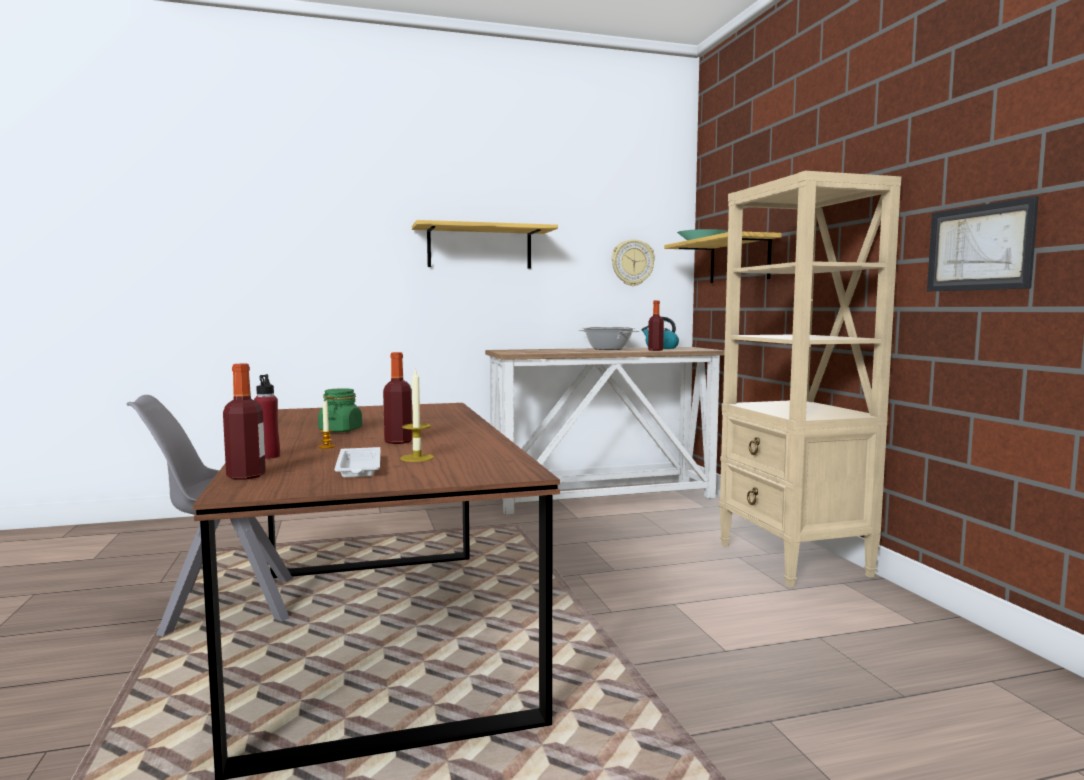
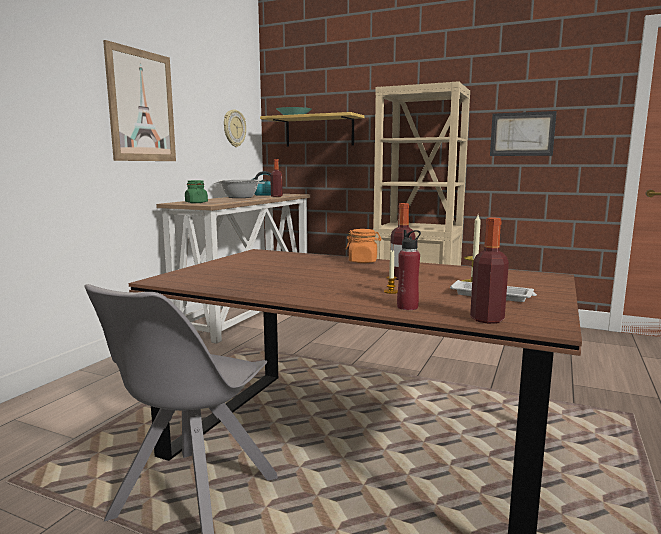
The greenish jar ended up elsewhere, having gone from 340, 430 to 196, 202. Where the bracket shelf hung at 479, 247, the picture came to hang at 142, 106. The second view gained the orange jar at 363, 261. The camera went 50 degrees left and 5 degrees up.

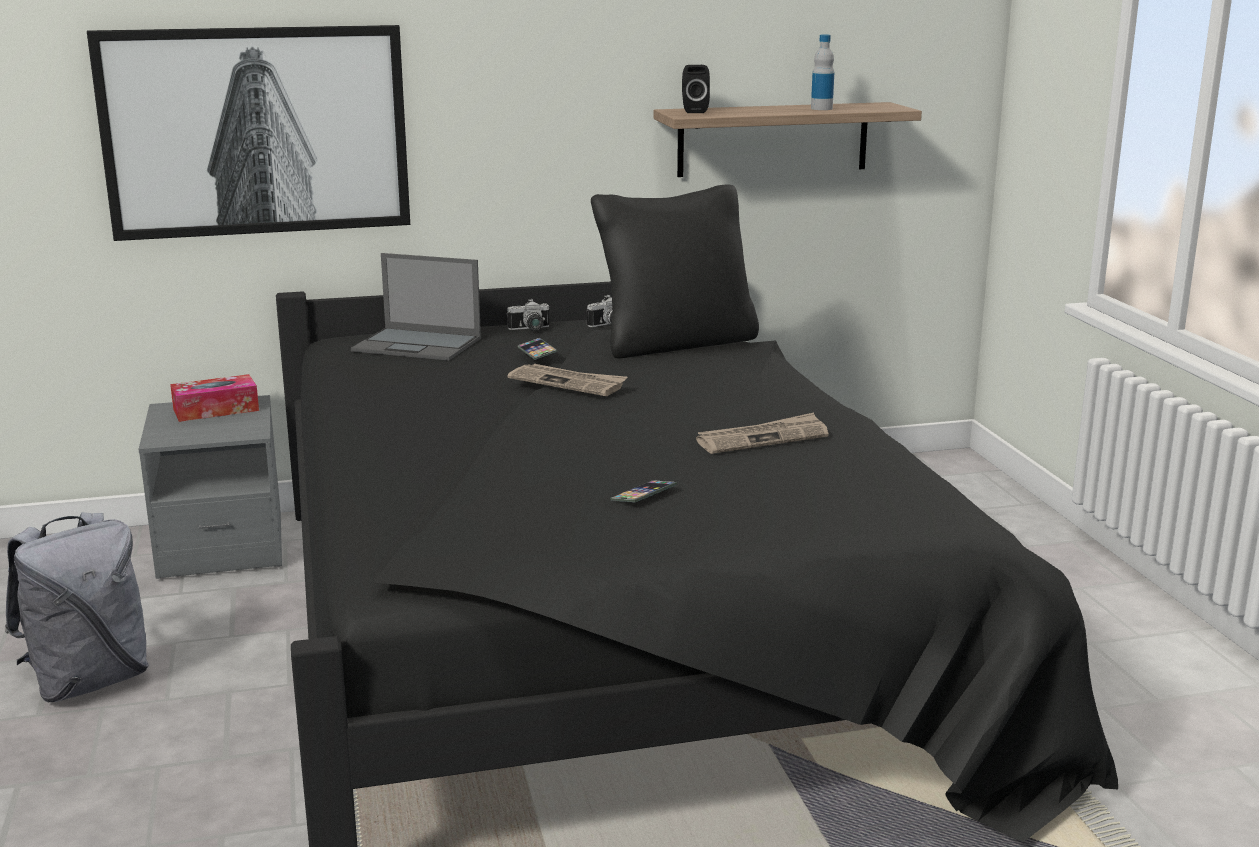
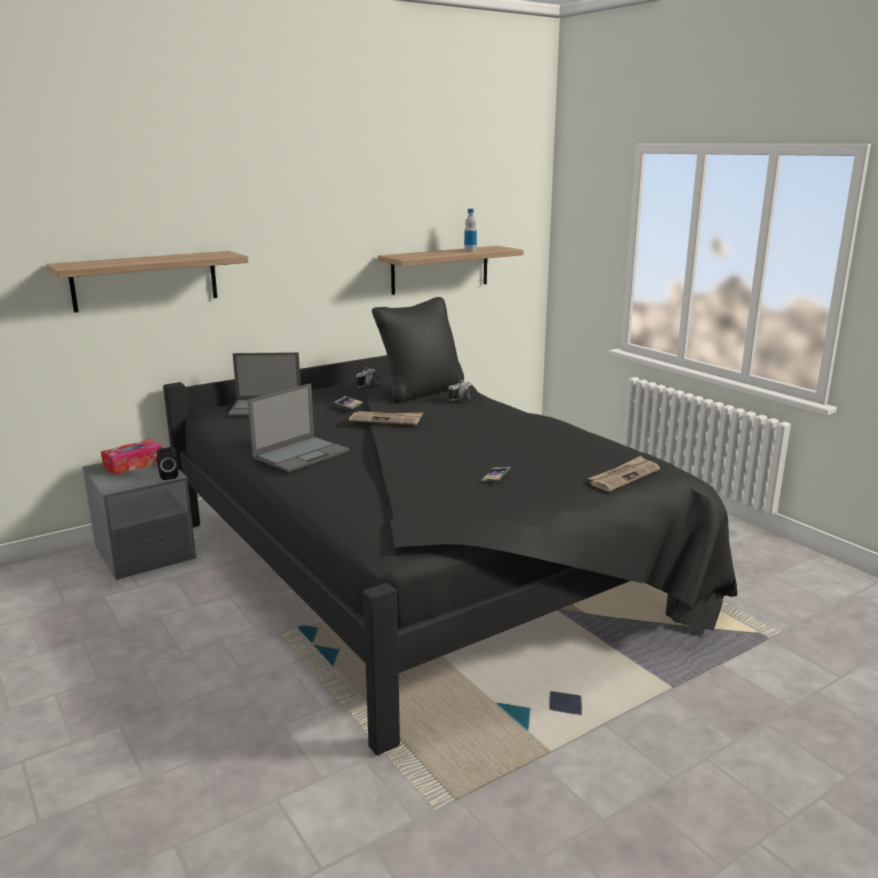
The second view lost the greyish knapsack at 89, 681. Where the picture hung at 256, 131, the bracket shelf came to hang at 145, 281. The photo camera ended up elsewhere, having gone from 530, 329 to 463, 399. The black audio speaker ended up elsewhere, having gone from 694, 111 to 168, 476. The newspaper ended up elsewhere, having gone from 762, 438 to 624, 476. The second view gained the portable computer at 301, 454. The camera went 20 degrees left and 0 degrees up.

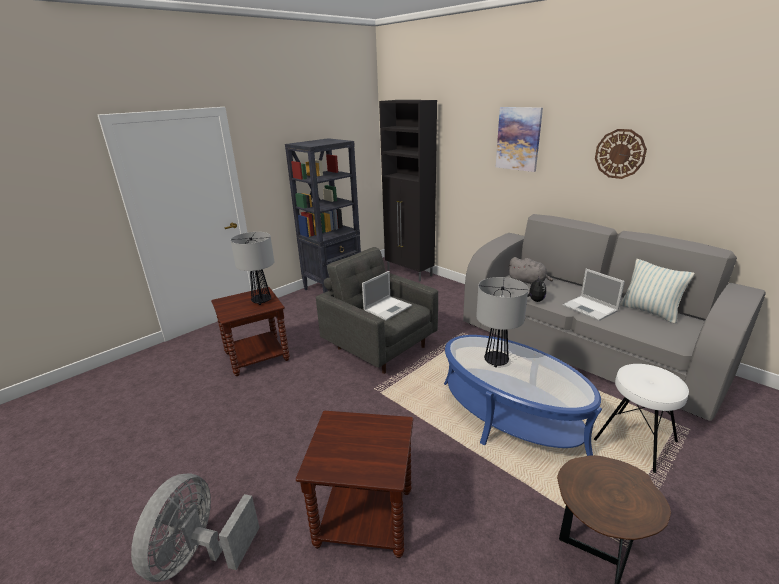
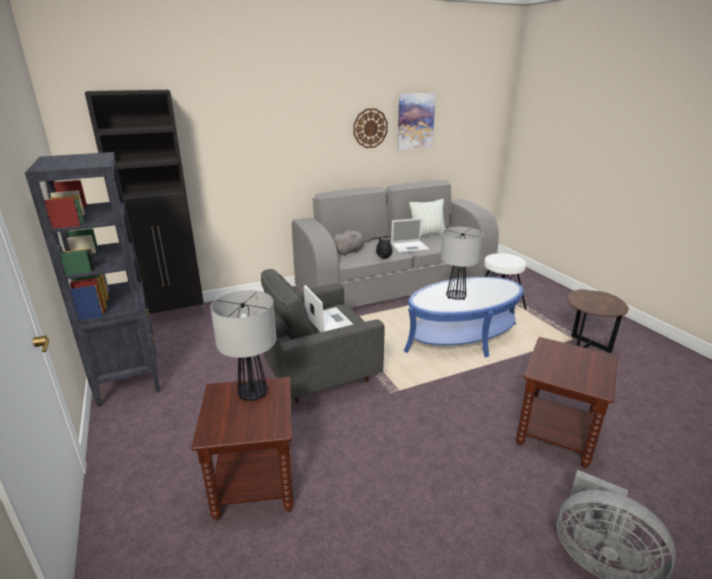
The picture ended up elsewhere, having gone from 518, 139 to 415, 121. The camera went 70 degrees left and 0 degrees up.

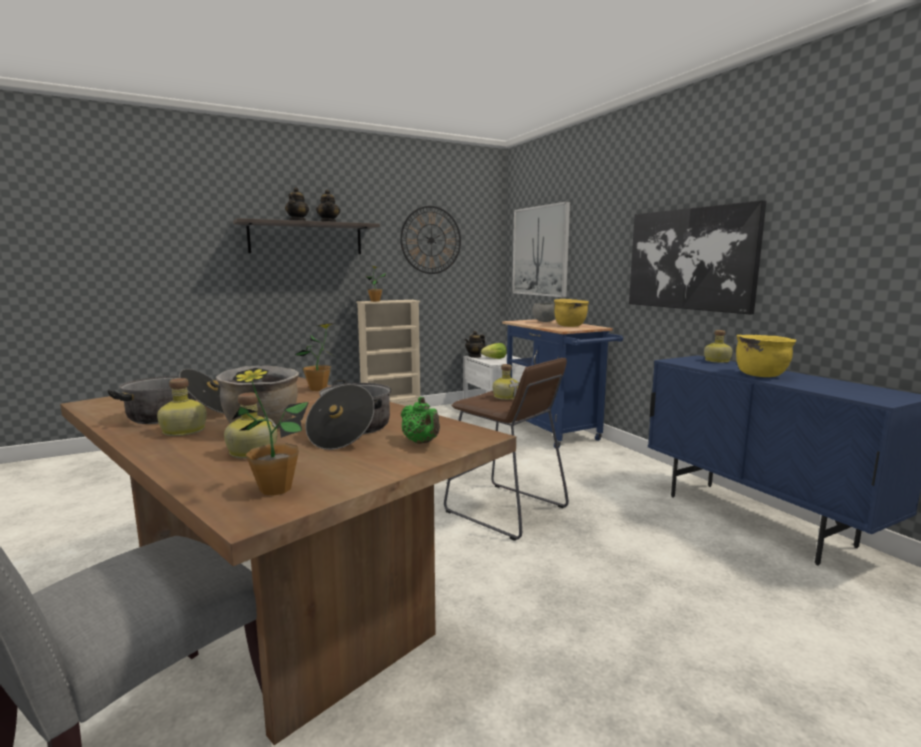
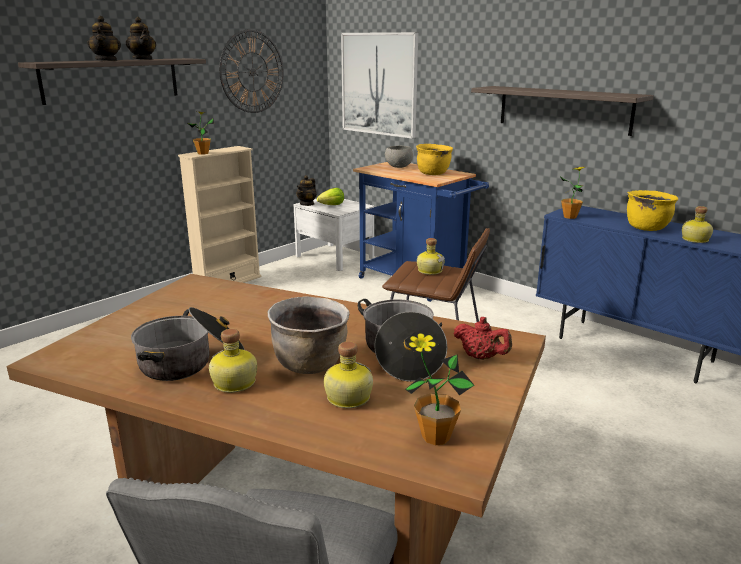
The potted plant ended up elsewhere, having gone from 318, 389 to 570, 217. What was the greenish teapot at 421, 442 turned into the red teapot at 481, 357. Where the picture hung at 690, 259, the bracket shelf came to hang at 564, 109. The drink bottle ended up elsewhere, having gone from 717, 361 to 695, 240. The camera went 20 degrees left and 10 degrees up.

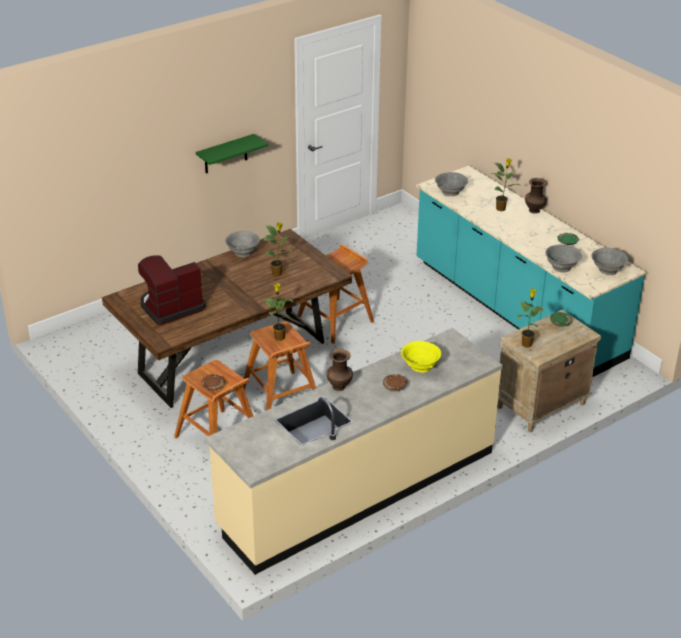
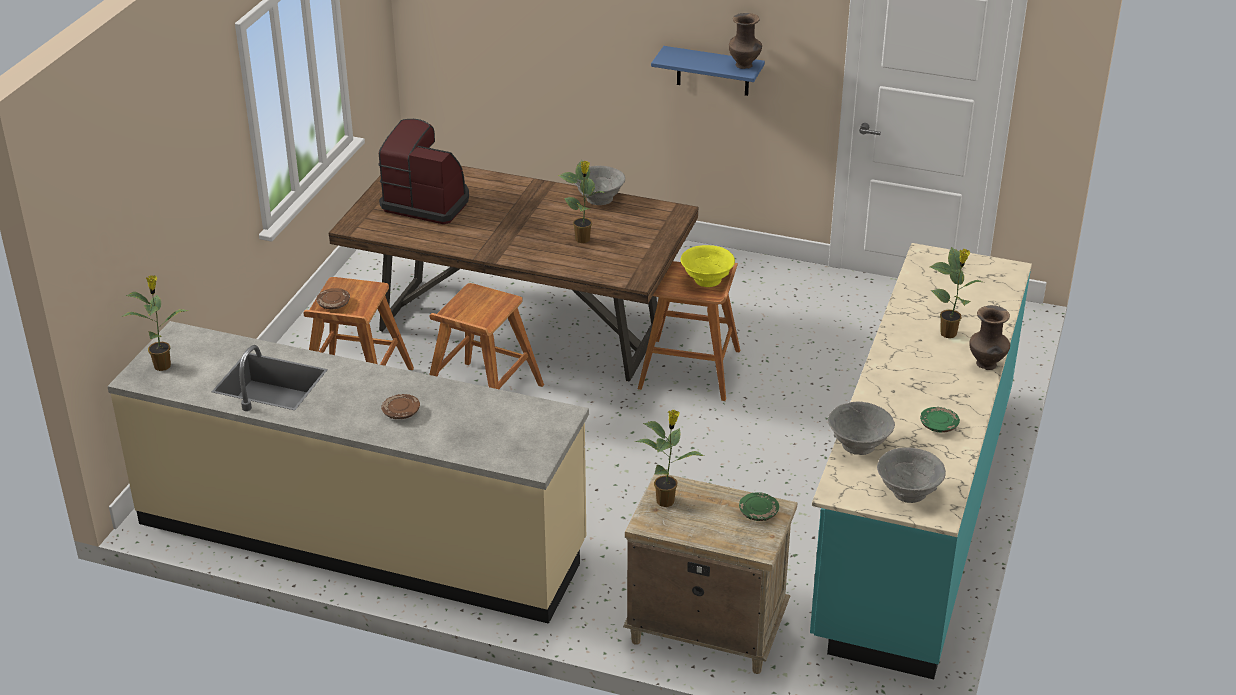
What was the greenish bracket shelf at 225, 154 turned into the blue bracket shelf at 713, 71. The potted plant ended up elsewhere, having gone from 279, 337 to 163, 365. The brown flower vase ended up elsewhere, having gone from 339, 387 to 744, 65. The yellow bowl ended up elsewhere, having gone from 420, 367 to 707, 280. The second view lost the greyish bowl at 450, 193. The camera went 55 degrees right and 0 degrees up.

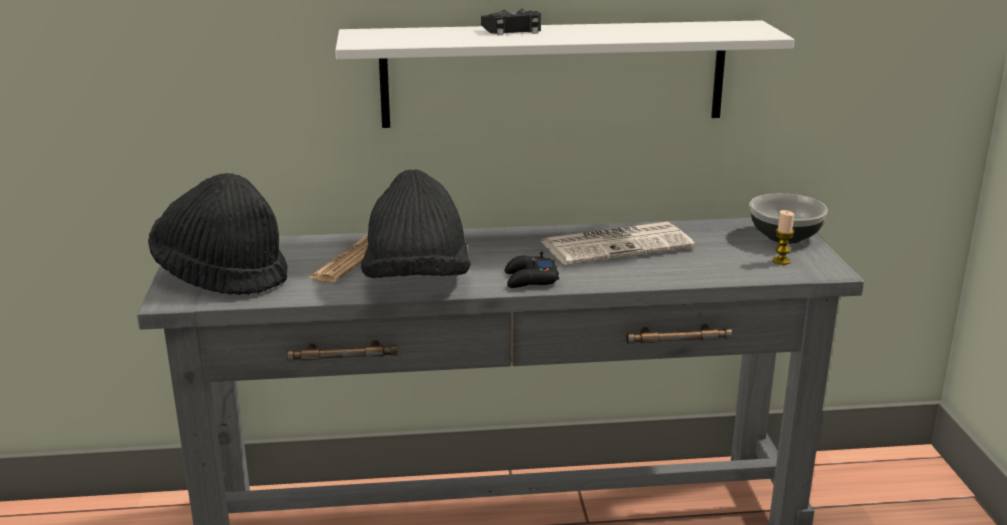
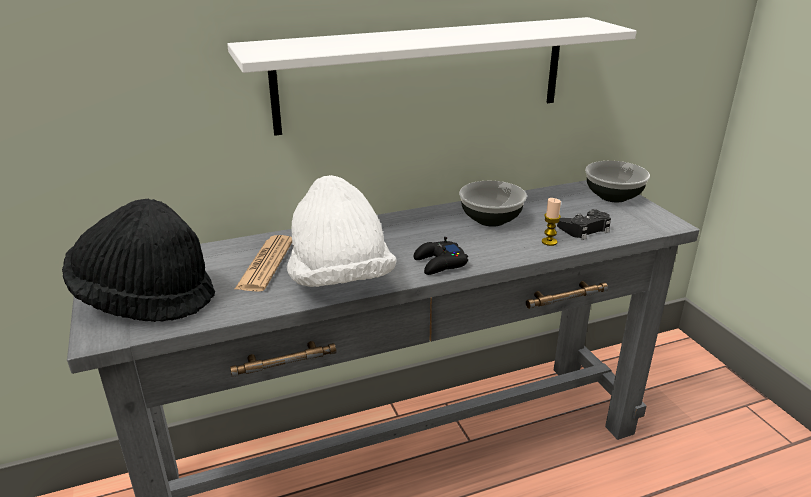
What was the black wearable hat at 416, 282 turned into the whitish wearable hat at 340, 280. The black joypad ended up elsewhere, having gone from 513, 30 to 585, 229. Where the newspaper stood at 617, 245, the bowl came to stand at 491, 219. The candle ended up elsewhere, having gone from 781, 261 to 549, 242. The camera went 15 degrees left and 5 degrees up.

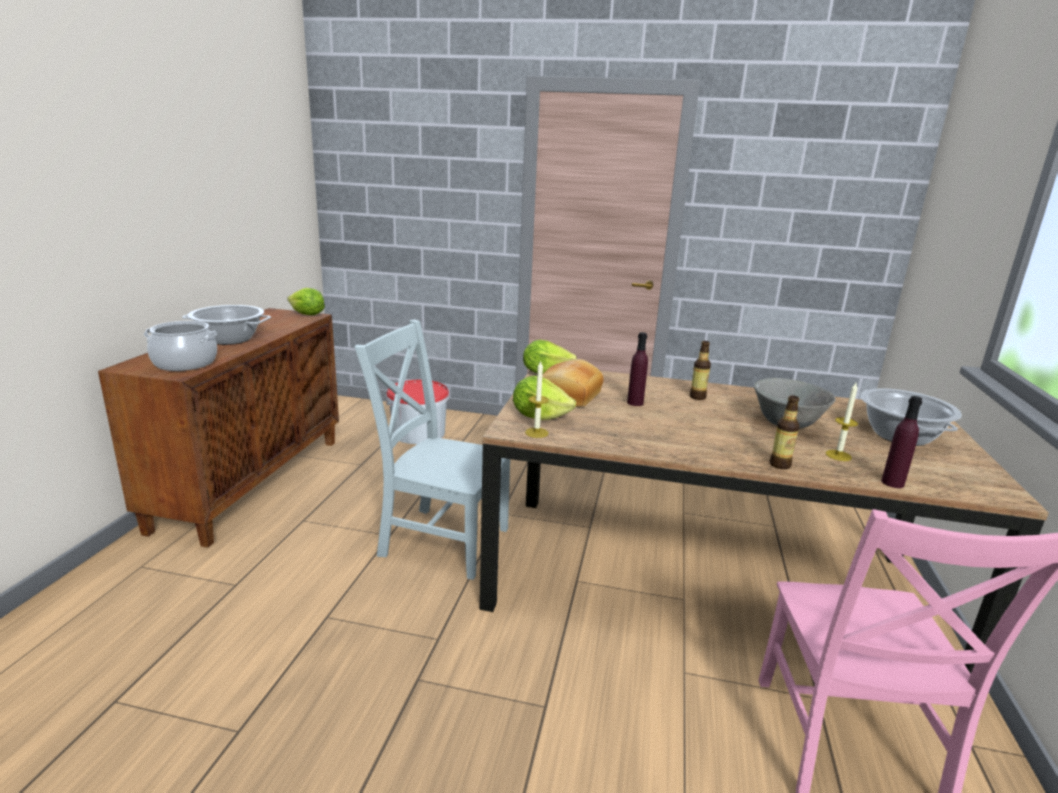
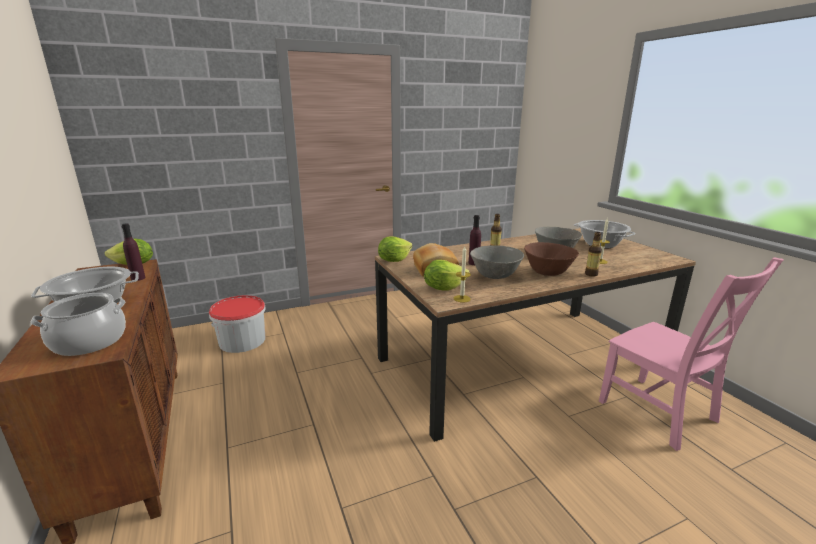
The second view lost the greyish plain chair at 440, 540. The purple-coloured drink bottle ended up elsewhere, having gone from 892, 483 to 138, 278. The second view gained the greyish bowl at 495, 277. The second view gained the brown bowl at 547, 273. The camera went 35 degrees left and 0 degrees up.

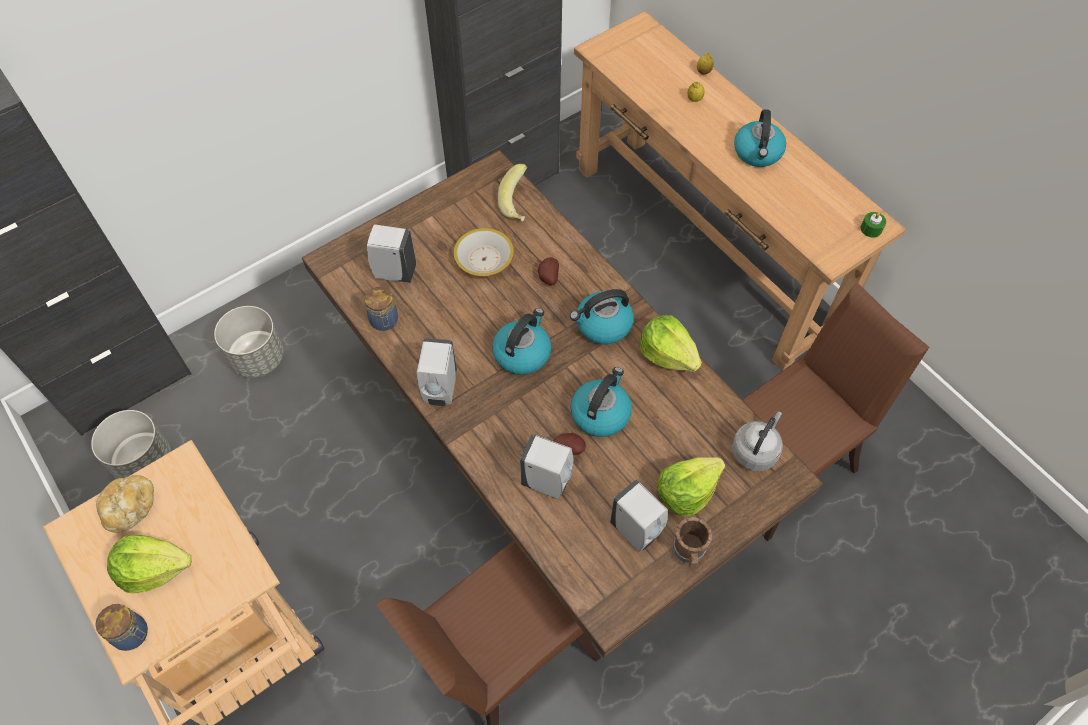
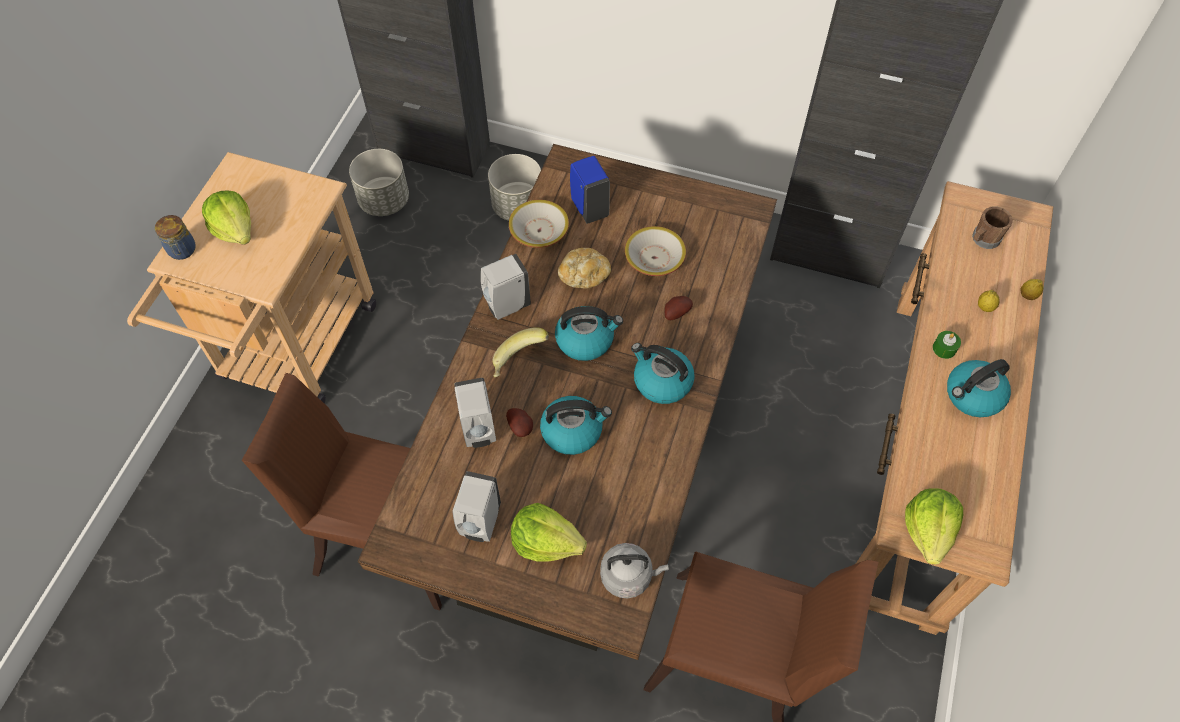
The bakery bread ended up elsewhere, having gone from 130, 508 to 584, 275. Where the jar stood at 384, 321, the bowl came to stand at 539, 231. What was the whitish liquid soap bottle at 393, 272 turned into the blue liquid soap bottle at 589, 207. The banana fruit ended up elsewhere, having gone from 518, 204 to 519, 362. The lettuce head ended up elsewhere, having gone from 668, 354 to 928, 531. The brown mug ended up elsewhere, having gone from 689, 552 to 983, 240. The greenish candle ended up elsewhere, having gone from 871, 229 to 944, 348. The camera went 55 degrees right and 0 degrees up.

